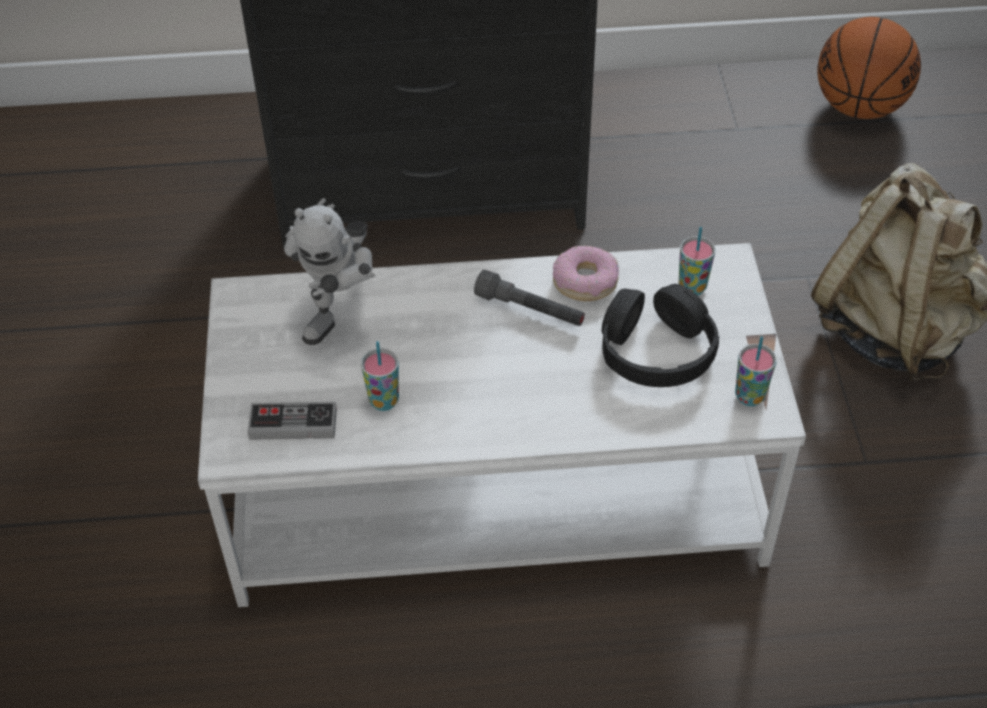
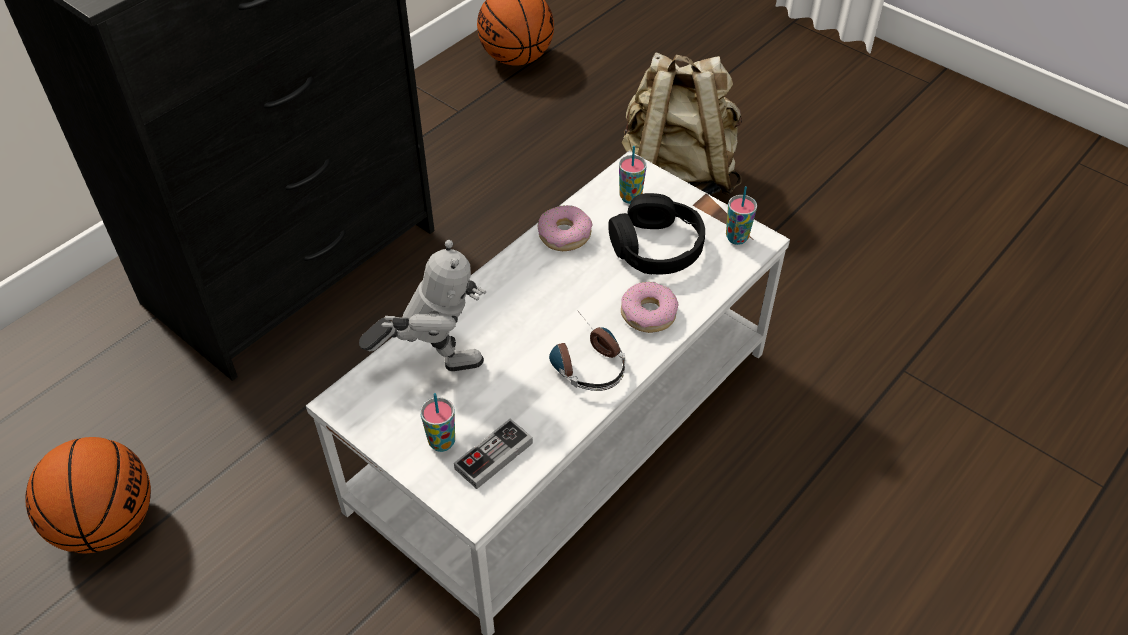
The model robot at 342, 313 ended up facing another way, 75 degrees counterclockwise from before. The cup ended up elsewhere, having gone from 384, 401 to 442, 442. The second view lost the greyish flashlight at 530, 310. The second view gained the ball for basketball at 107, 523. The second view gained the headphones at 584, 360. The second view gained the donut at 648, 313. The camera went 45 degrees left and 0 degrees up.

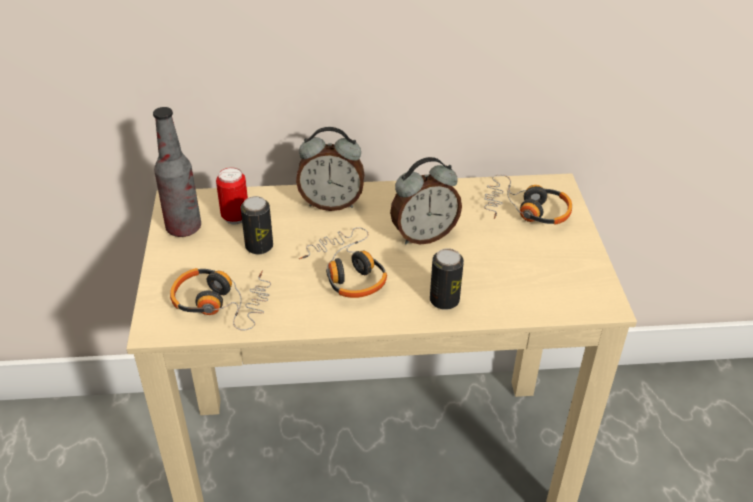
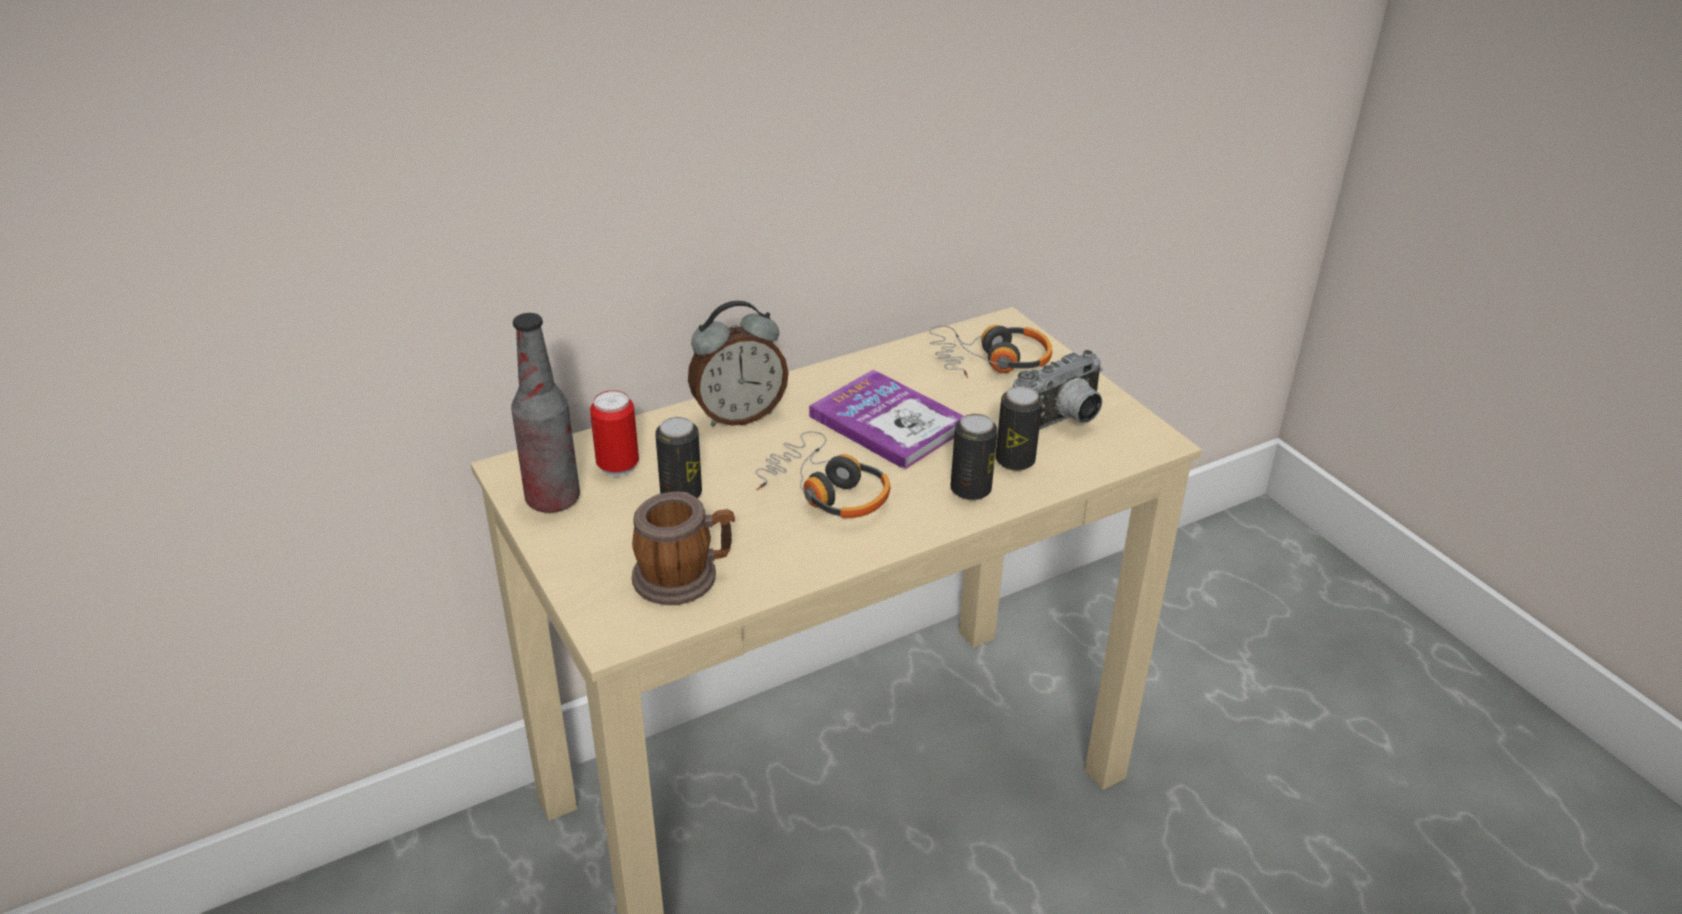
Where the headphones stood at 221, 303, the mug came to stand at 684, 577. Where the table clock stood at 423, 235, the bound book came to stand at 888, 422. The second view gained the can at 1015, 460. The second view gained the photo camera at 1062, 422. The camera went 25 degrees left and 5 degrees down.

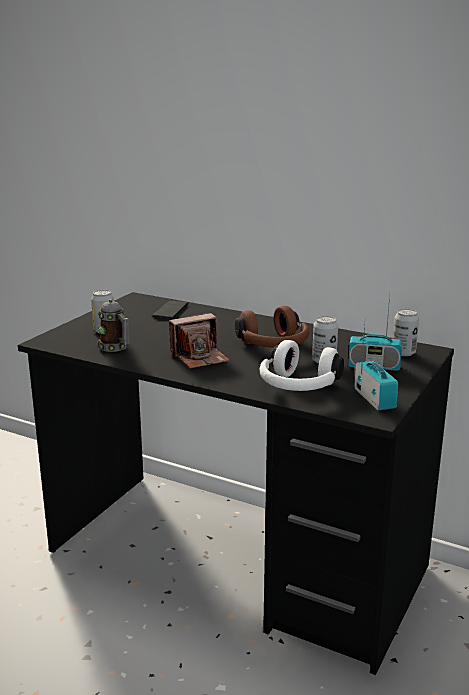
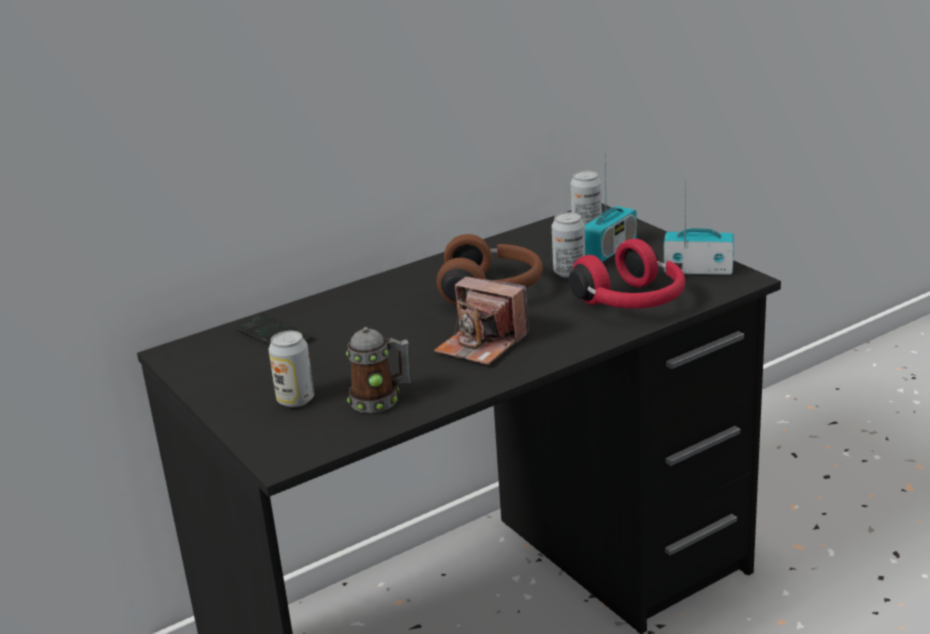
The photo camera at 199, 357 ended up facing another way, 120 degrees clockwise from before. What was the whitish headphones at 298, 387 turned into the red headphones at 632, 302. The camera went 60 degrees left and 5 degrees up.

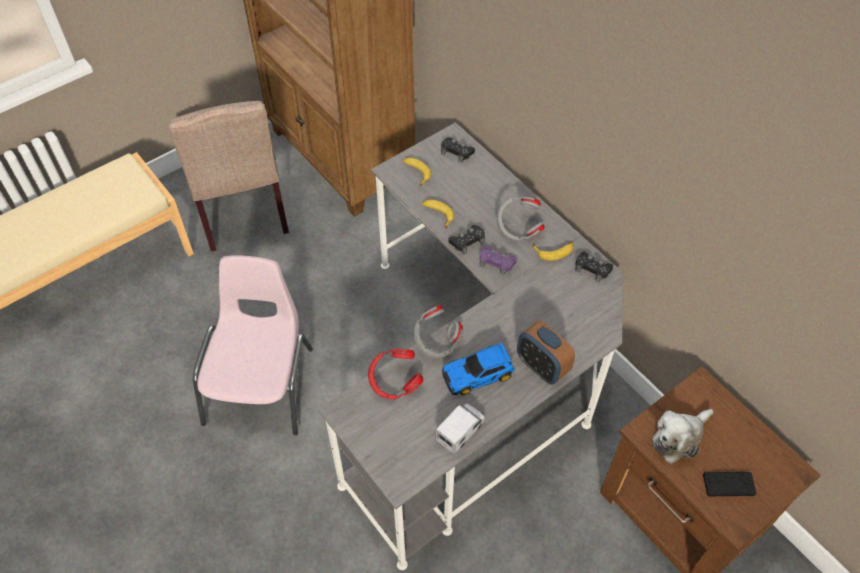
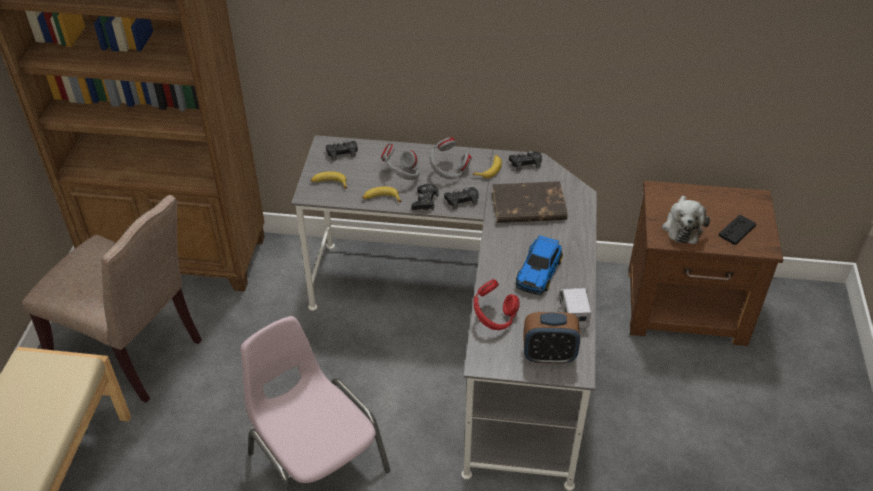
The greyish headphones ended up elsewhere, having gone from 436, 342 to 402, 175. What was the purple-coloured joypad at 496, 262 turned into the black joypad at 461, 200. The table clock ended up elsewhere, having gone from 542, 367 to 549, 355. The second view gained the brown bound book at 527, 206. The camera went 45 degrees left and 10 degrees down.

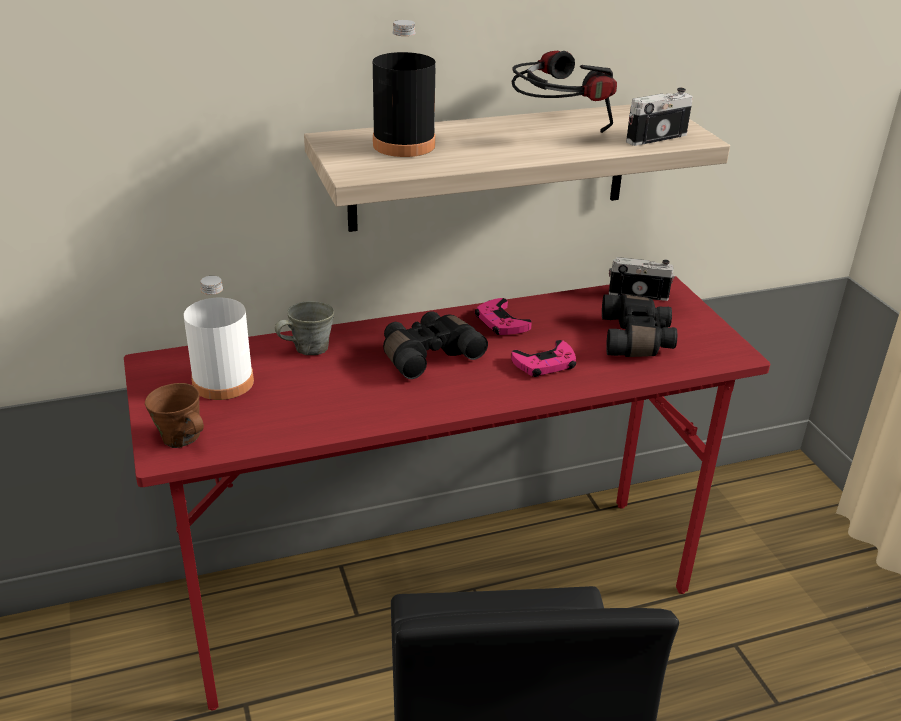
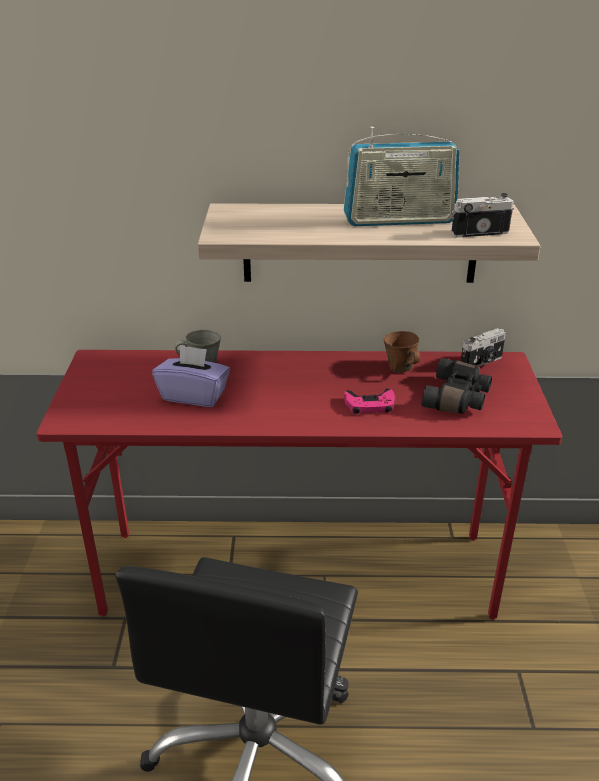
The brown mug ended up elsewhere, having gone from 181, 438 to 401, 368. The second view lost the whitish drink bottle at 223, 382. The second view lost the black drink bottle at 404, 145. The second view lost the black field glasses at 428, 354. The second view lost the pinkish joypad at 501, 322. Where the headphones stood at 554, 132, the radio receiver came to stand at 399, 220. The photo camera at 638, 293 ended up facing another way, 120 degrees clockwise from before. The second view gained the purple-coloured tissue holder at 194, 395. The camera went 20 degrees right and 0 degrees up.

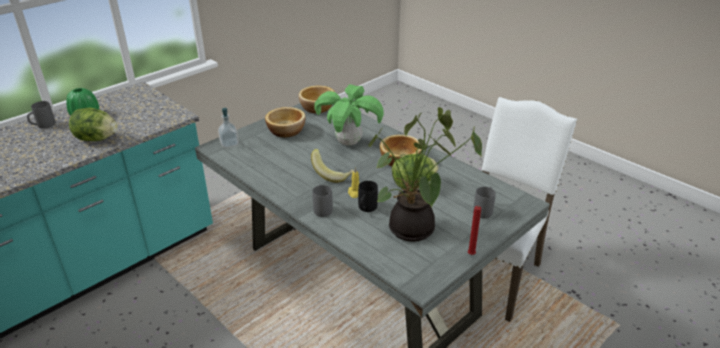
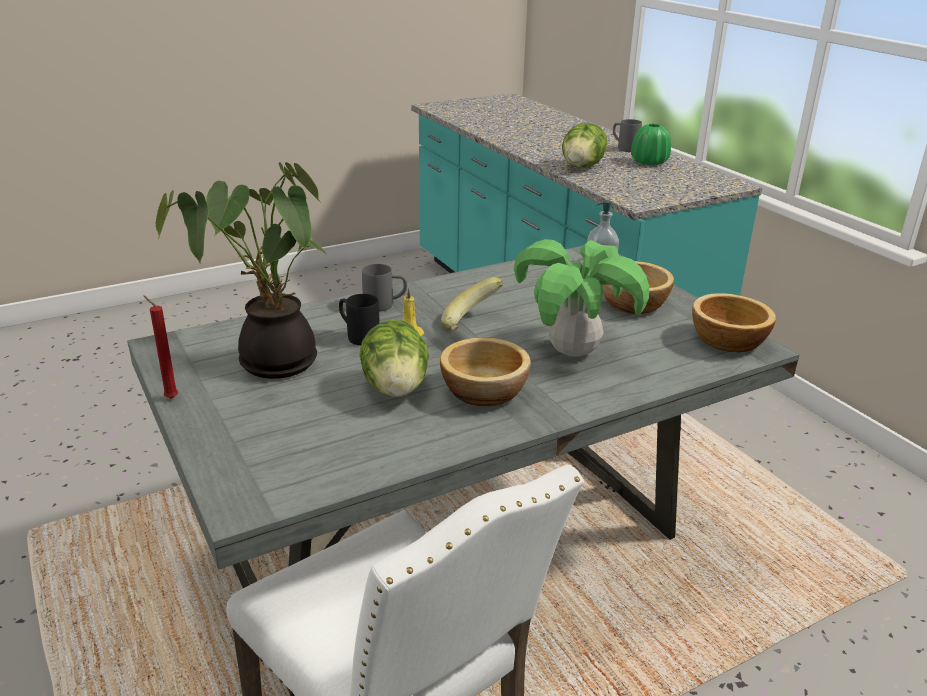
The second view lost the greyish mug at 484, 210. The camera went 105 degrees right and 5 degrees down.

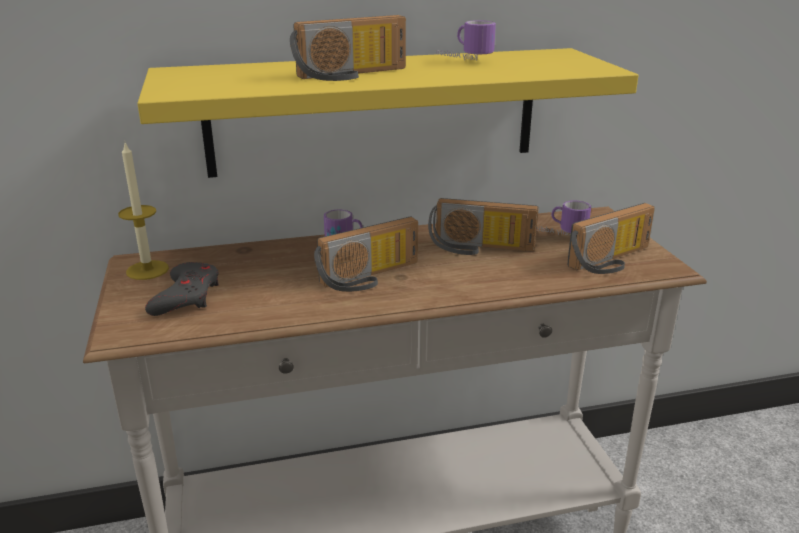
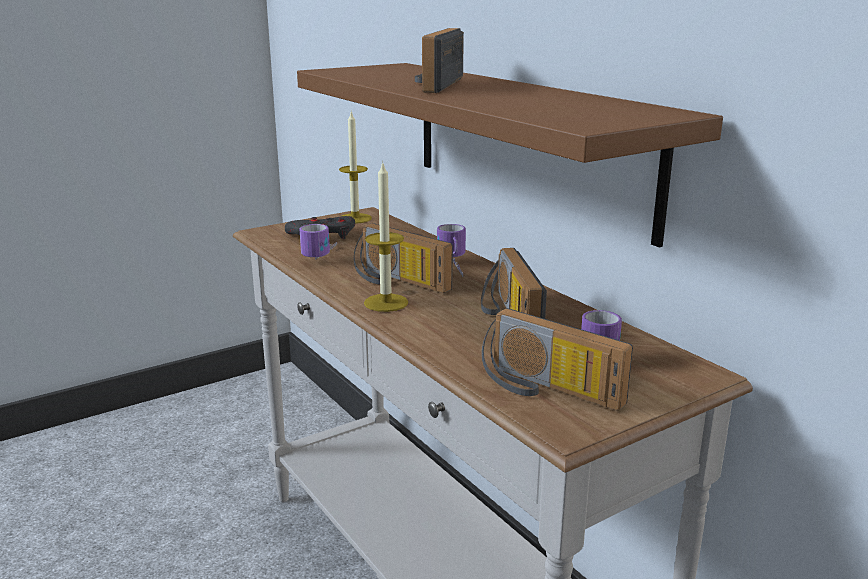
What was the yellow bracket shelf at 374, 112 turned into the brown bracket shelf at 526, 142. The radio receiver at 353, 75 ended up facing another way, 60 degrees clockwise from before. The mug ended up elsewhere, having gone from 463, 59 to 324, 256. The second view gained the candle at 386, 303. The camera went 70 degrees right and 5 degrees down.

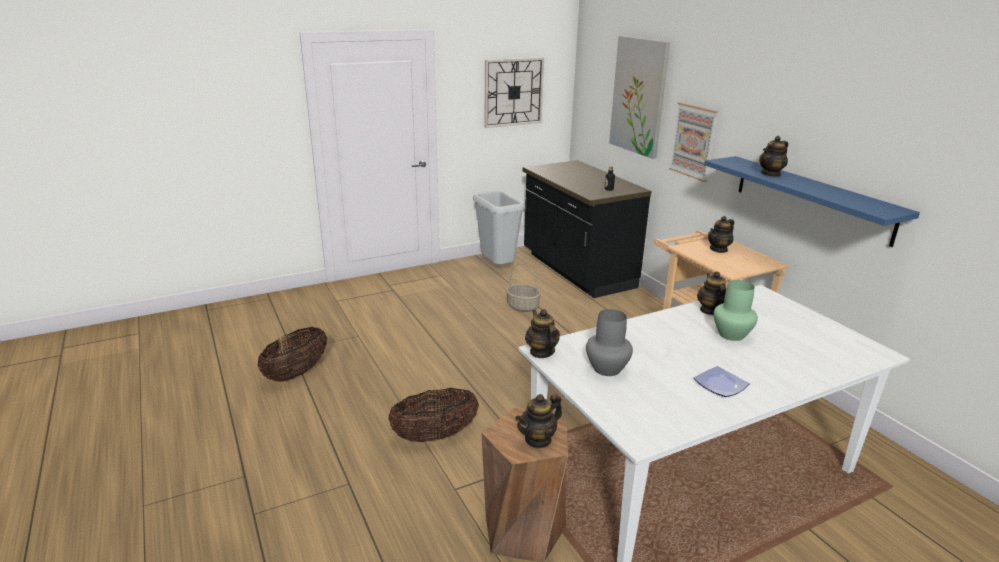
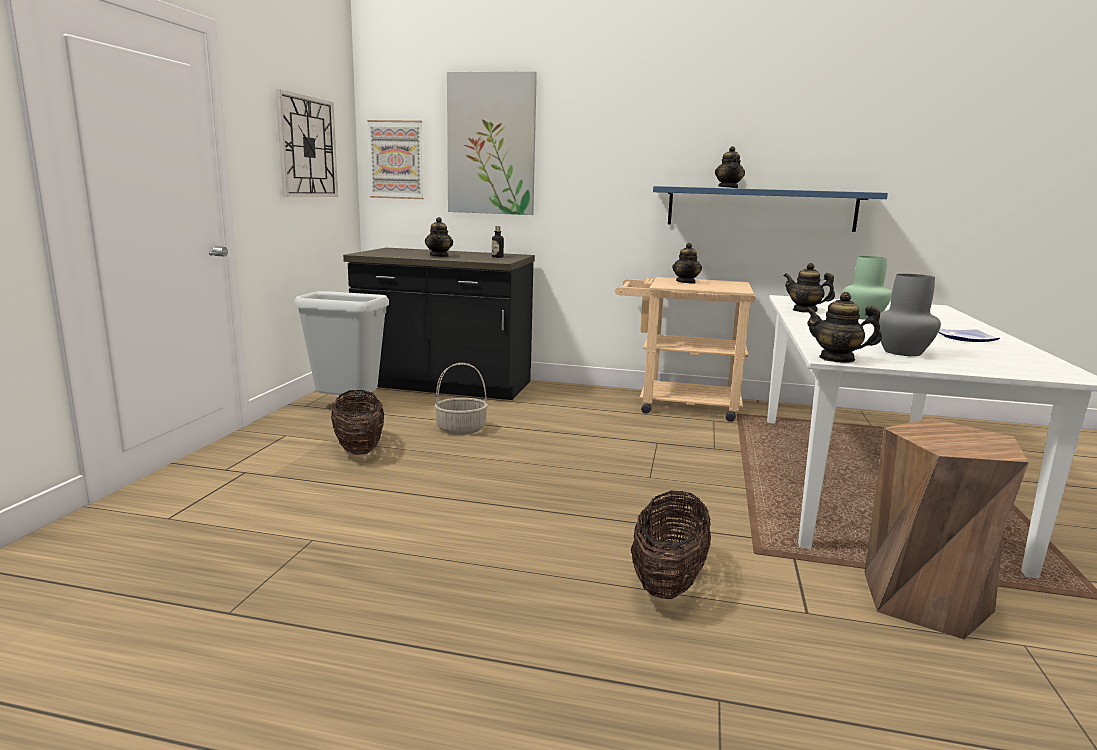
The household basket ended up elsewhere, having gone from 296, 373 to 359, 448. The teapot ended up elsewhere, having gone from 538, 439 to 439, 256. The picture ended up elsewhere, having gone from 693, 141 to 396, 160. The camera went 50 degrees left and 10 degrees down.

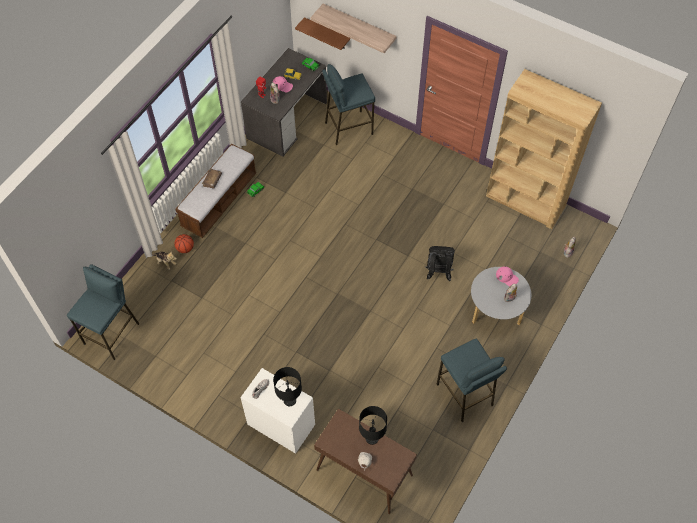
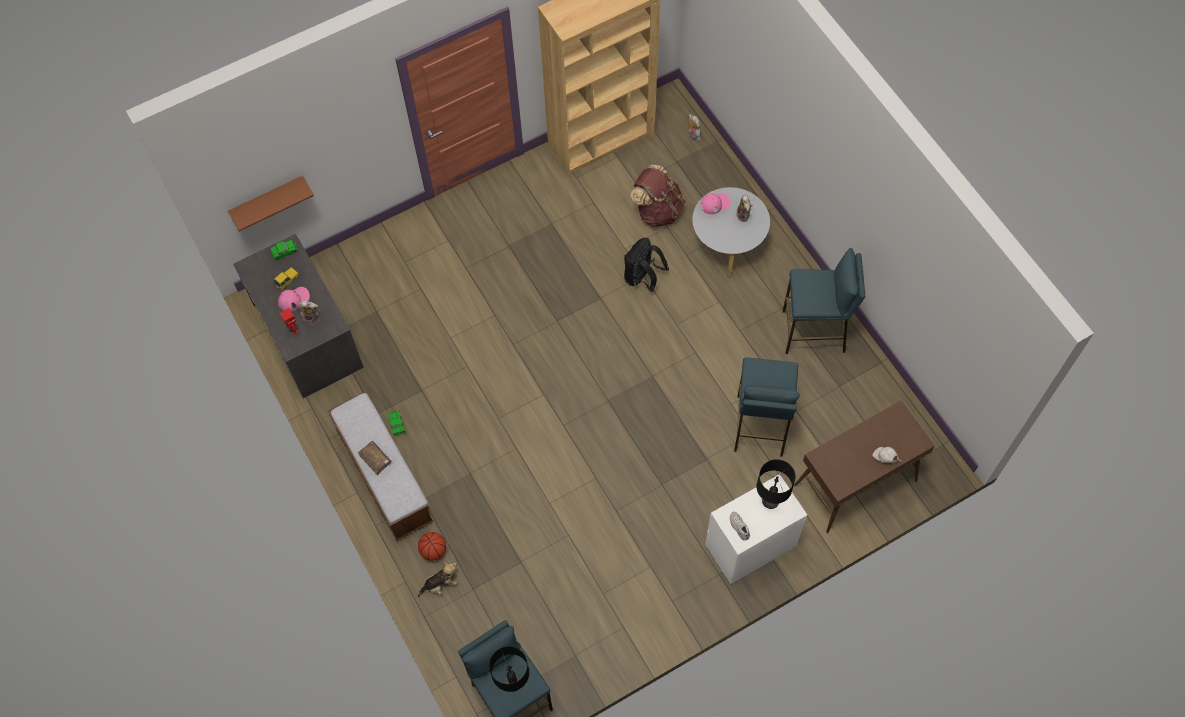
The second view lost the bracket shelf at 359, 26. The blue stool ended up elsewhere, having gone from 348, 128 to 759, 426. The black table lamp ended up elsewhere, having gone from 372, 438 to 512, 682. The second view gained the brown knapsack at 657, 210. The camera went 60 degrees left and 5 degrees up.

